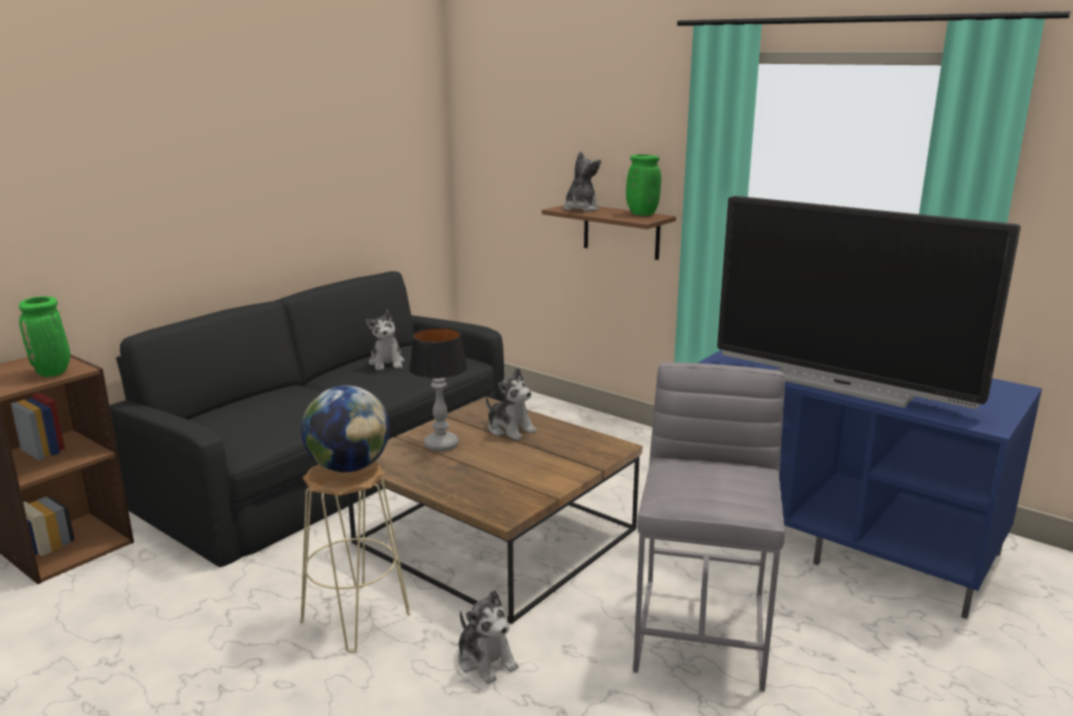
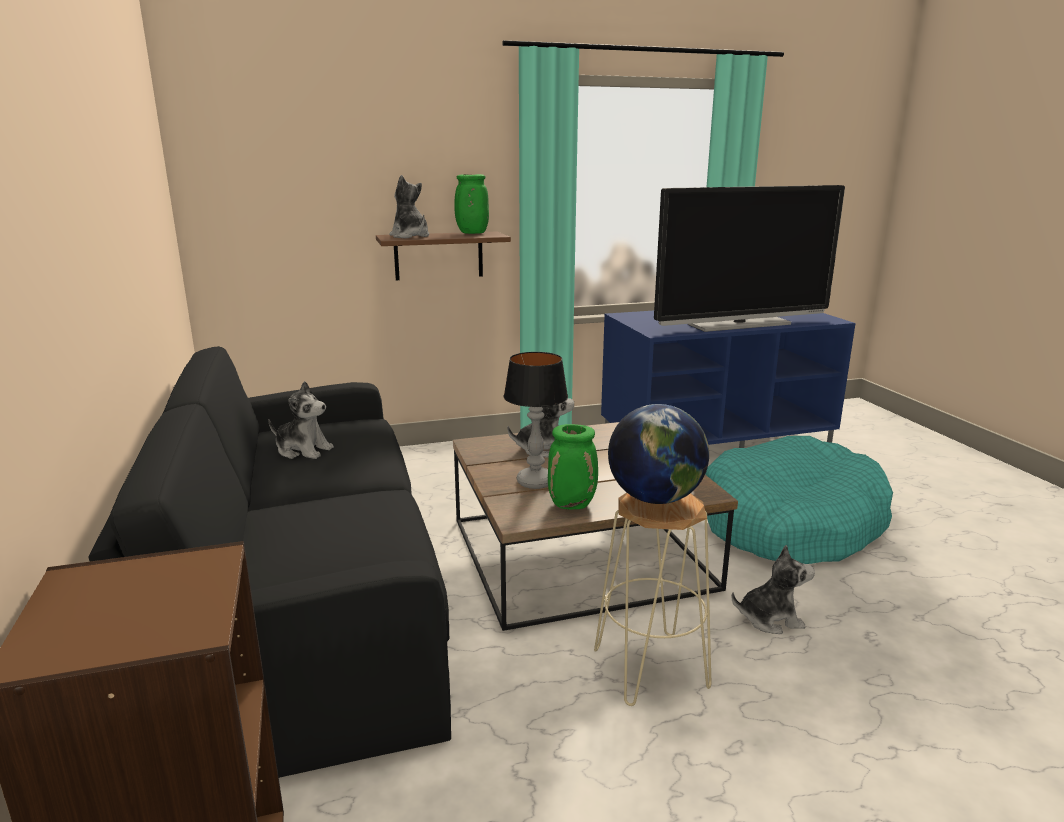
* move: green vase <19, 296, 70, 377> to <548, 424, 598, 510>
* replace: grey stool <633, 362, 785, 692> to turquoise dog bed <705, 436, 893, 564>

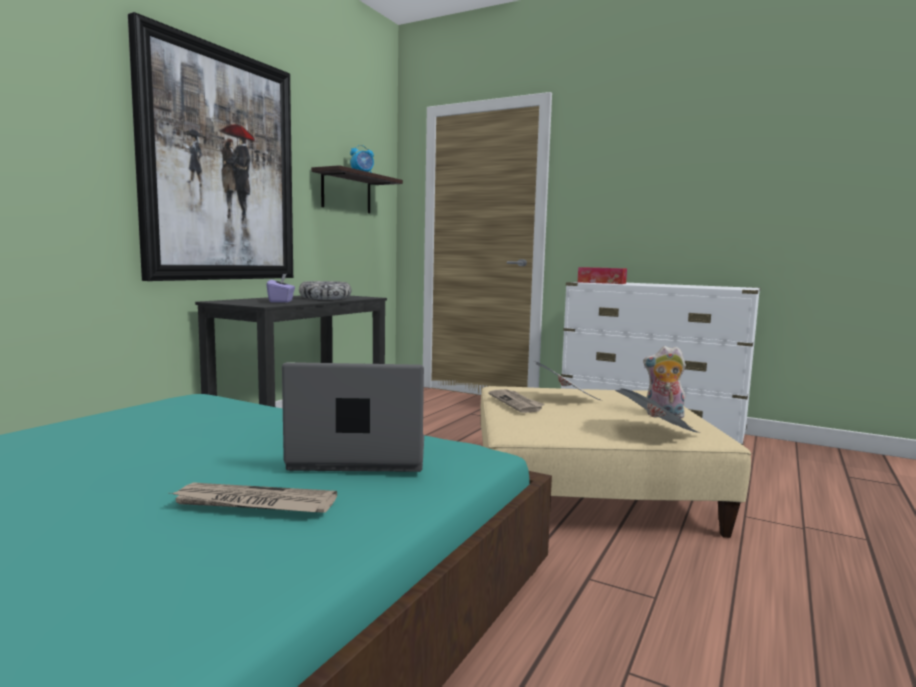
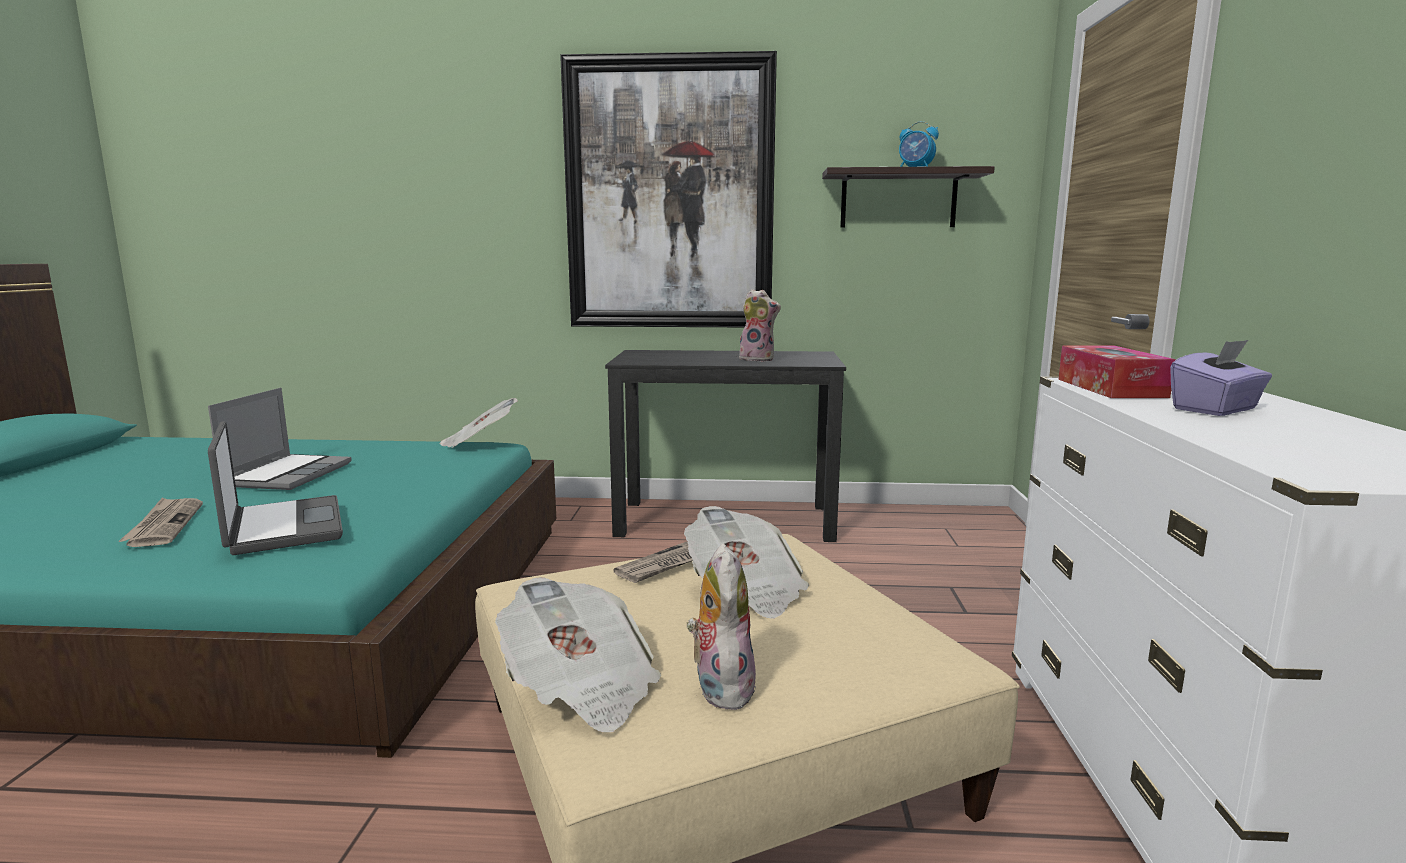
* insert: laptop <208, 388, 352, 490>
* insert: newspaper <439, 398, 518, 448>
* move: purple tissue box <267, 274, 295, 303> to <1170, 340, 1272, 416>
* replace: bowl <299, 281, 352, 300> to plush toy <739, 289, 781, 362>

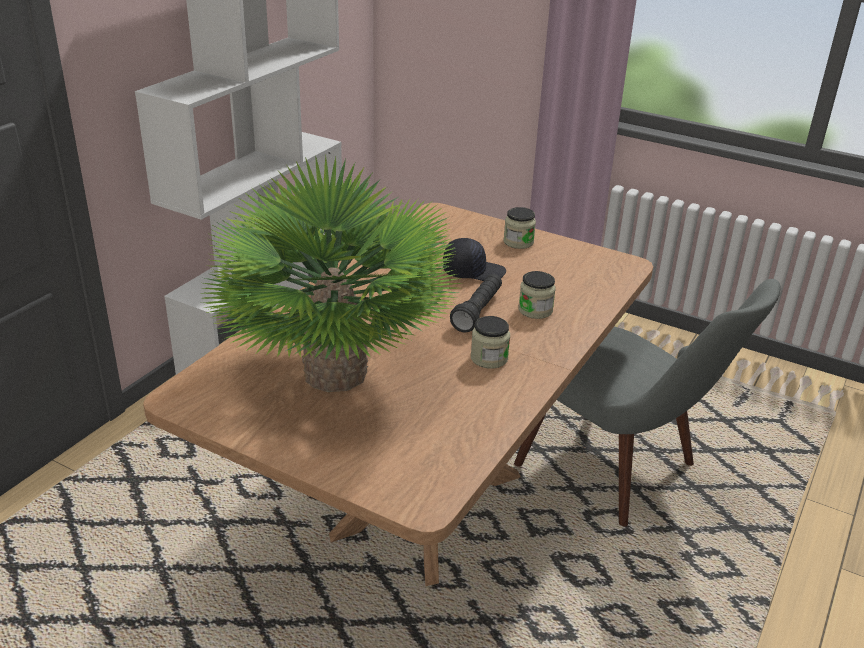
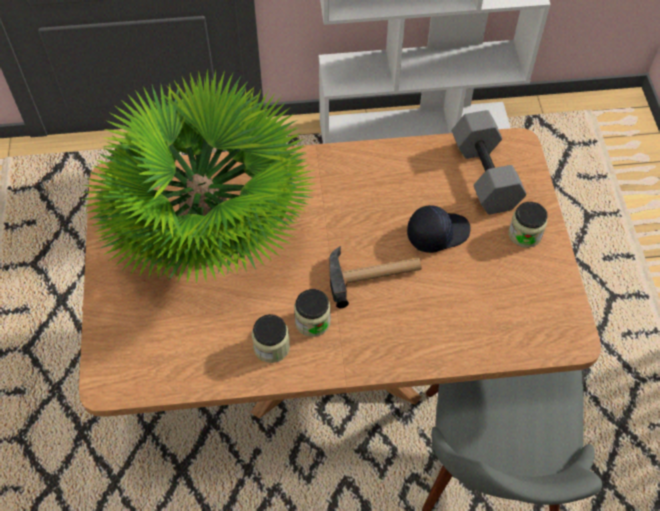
* insert: grey dumbbell <452, 110, 527, 214>
* move: jar <518, 271, 556, 319> to <252, 314, 290, 363>
* replace: black flashlight <450, 274, 502, 333> to hammer <330, 246, 421, 308>
* rotate: black cap <443, 238, 506, 281> = <407, 205, 471, 253> 75 degrees counterclockwise

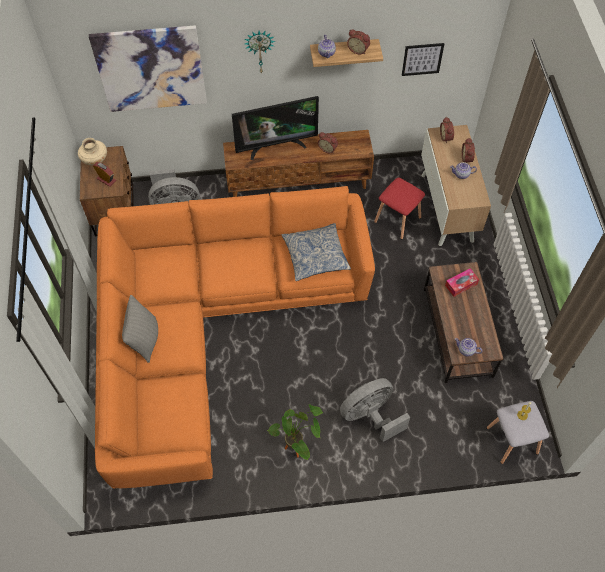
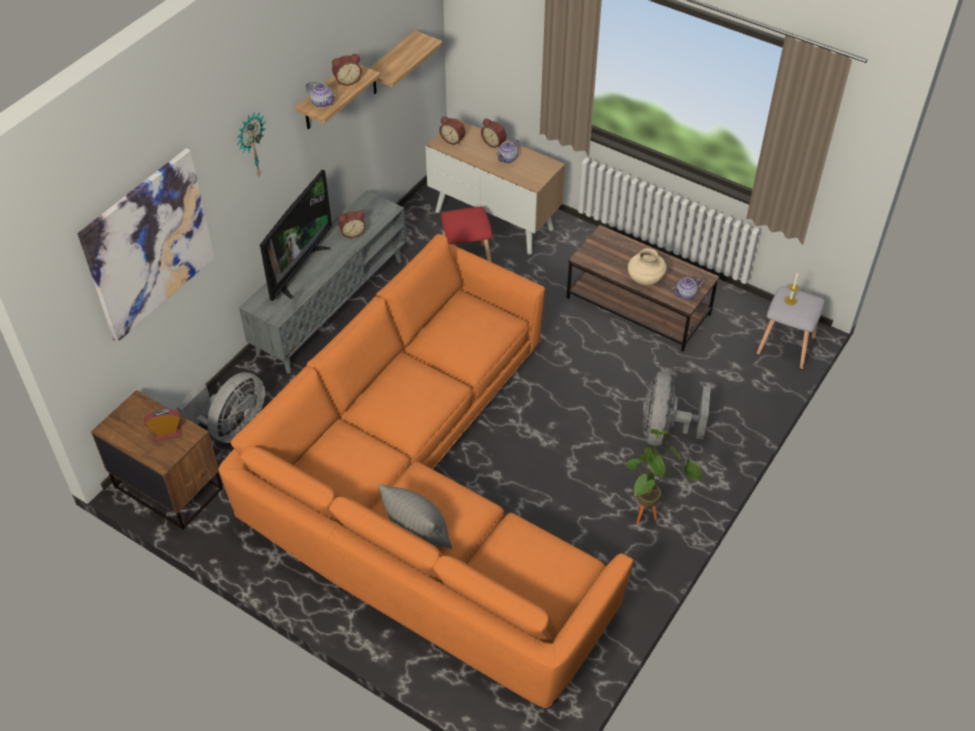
* delete: pillow <281, 223, 351, 281>
* delete: tissue box <445, 268, 479, 297>
* move: beige vase <78, 138, 107, 166> to <628, 248, 667, 286>
* replace: picture <402, 43, 444, 76> to shelf <370, 30, 442, 94>
* recolor: brown tv stand <223, 130, 374, 197> to grey tv stand <239, 190, 406, 374>

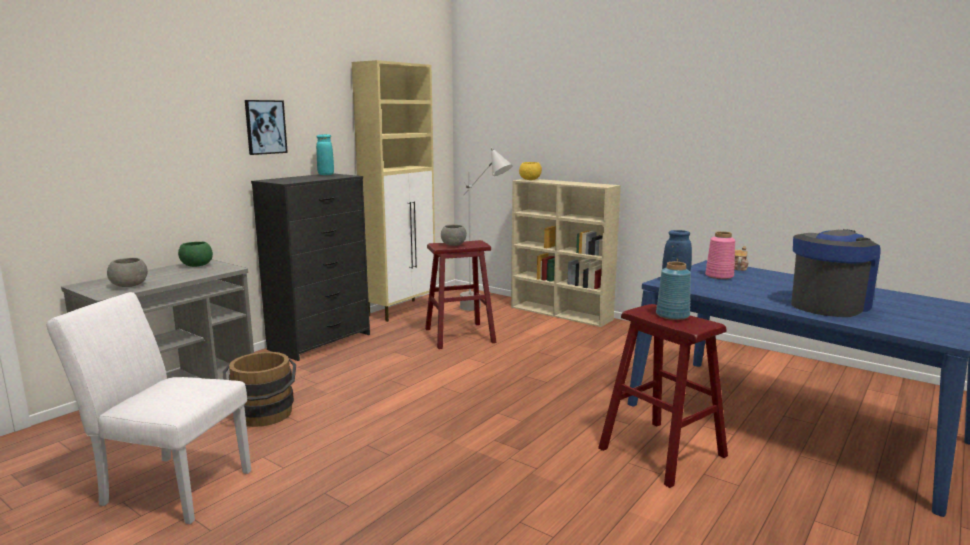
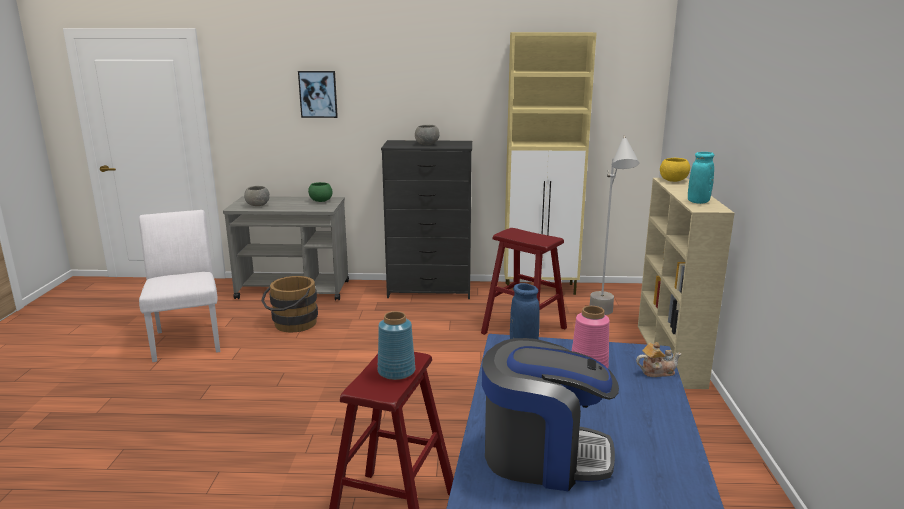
* move: picture <245, 100, 288, 155> to <298, 71, 338, 118>
* move: turquoise vase <316, 134, 334, 175> to <688, 152, 715, 204>
* move: grey bowl <441, 224, 467, 246> to <415, 125, 440, 145>

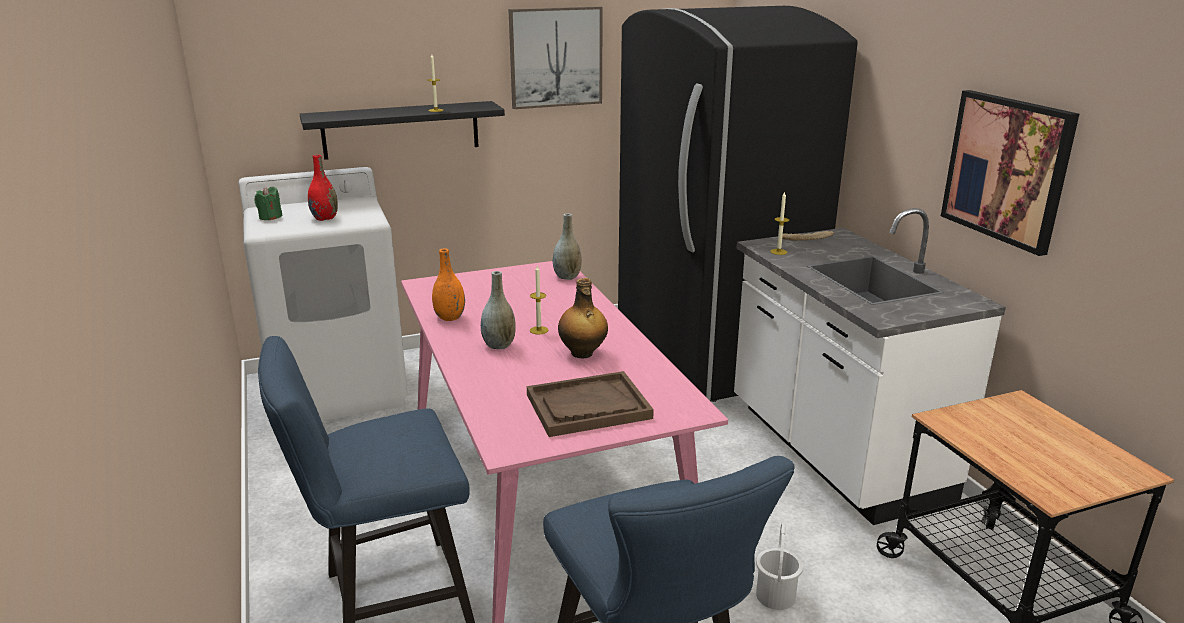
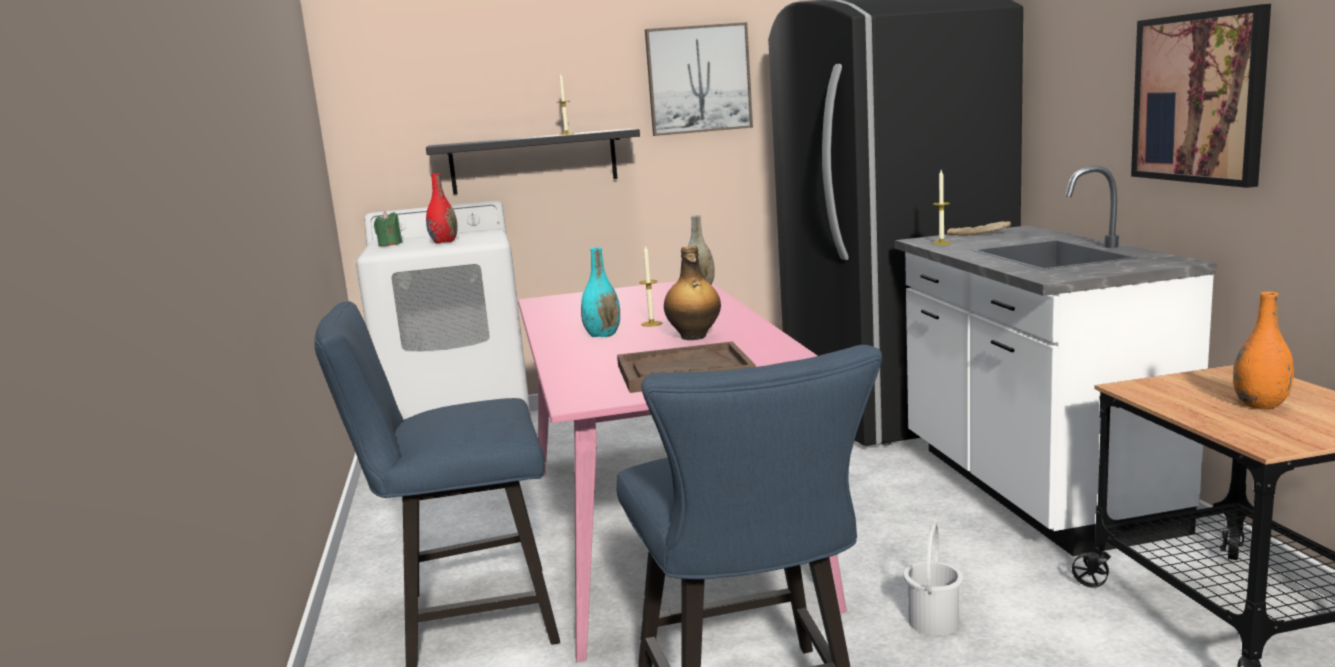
* move: orange vase <432, 248, 465, 321> to <1233, 291, 1294, 409>
* recolor: grey vase <481, 271, 516, 349> to turquoise vase <581, 247, 620, 337>

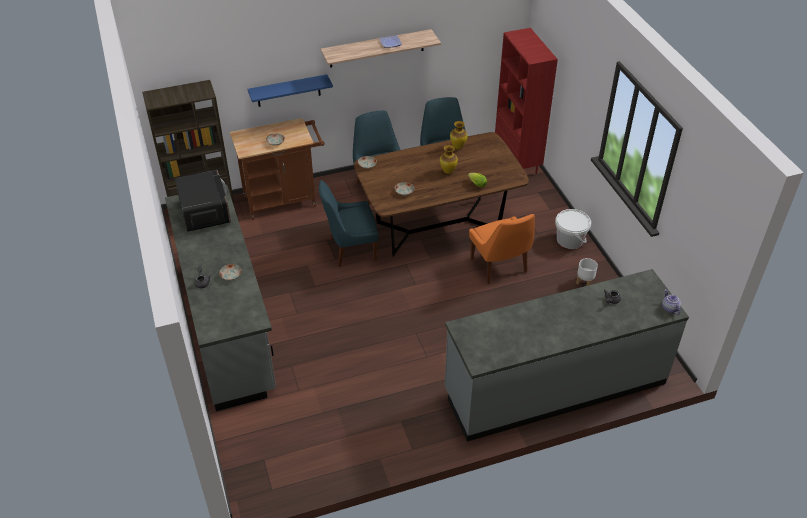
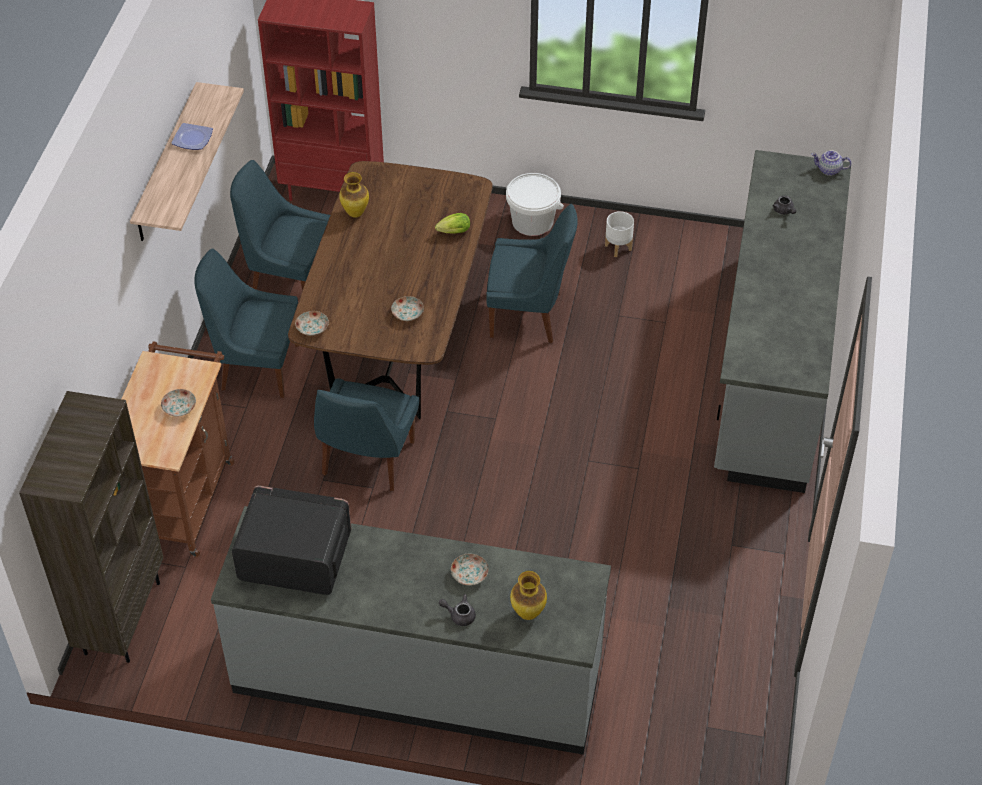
* delete: blue shelf <248, 74, 333, 107>
* move: vase <440, 145, 458, 174> to <510, 571, 547, 620>
* recolor: orange chair <469, 214, 535, 284> to blue chair <486, 204, 578, 343>

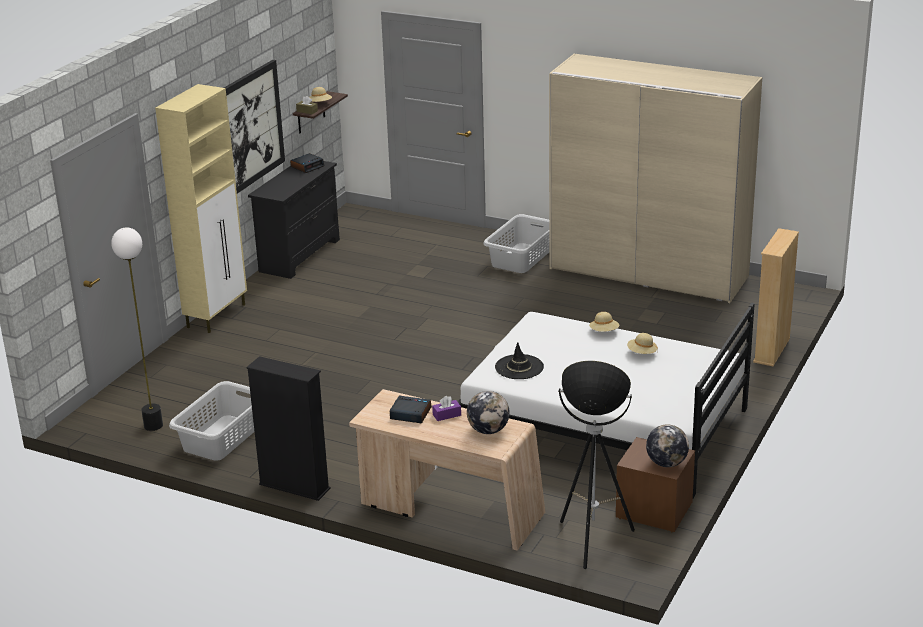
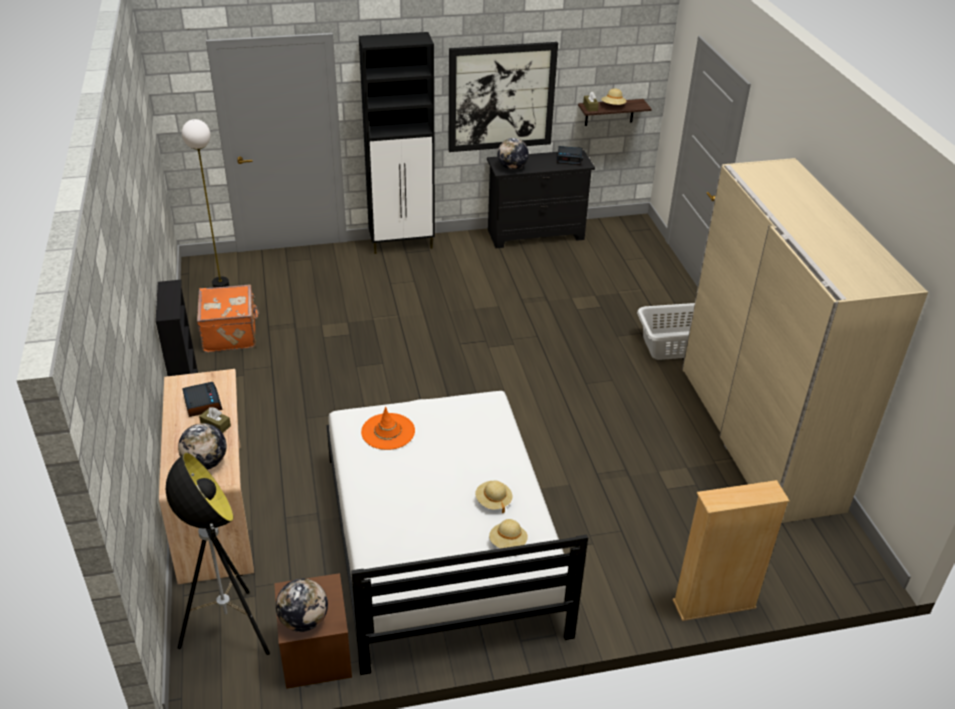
* insert: globe <497, 138, 529, 170>
* move: beige hat <589, 312, 619, 332> to <489, 519, 528, 548>
* replace: grey laundry basket <169, 381, 255, 461> to orange suitcase <197, 284, 259, 352>
* recolor: beige cabinet <155, 84, 247, 333> to black cabinet <359, 32, 435, 254>
* recolor: purple tissue box <432, 396, 461, 421> to brown tissue box <199, 407, 231, 433>
* recolor: black hat <495, 342, 544, 379> to orange hat <361, 407, 415, 450>

